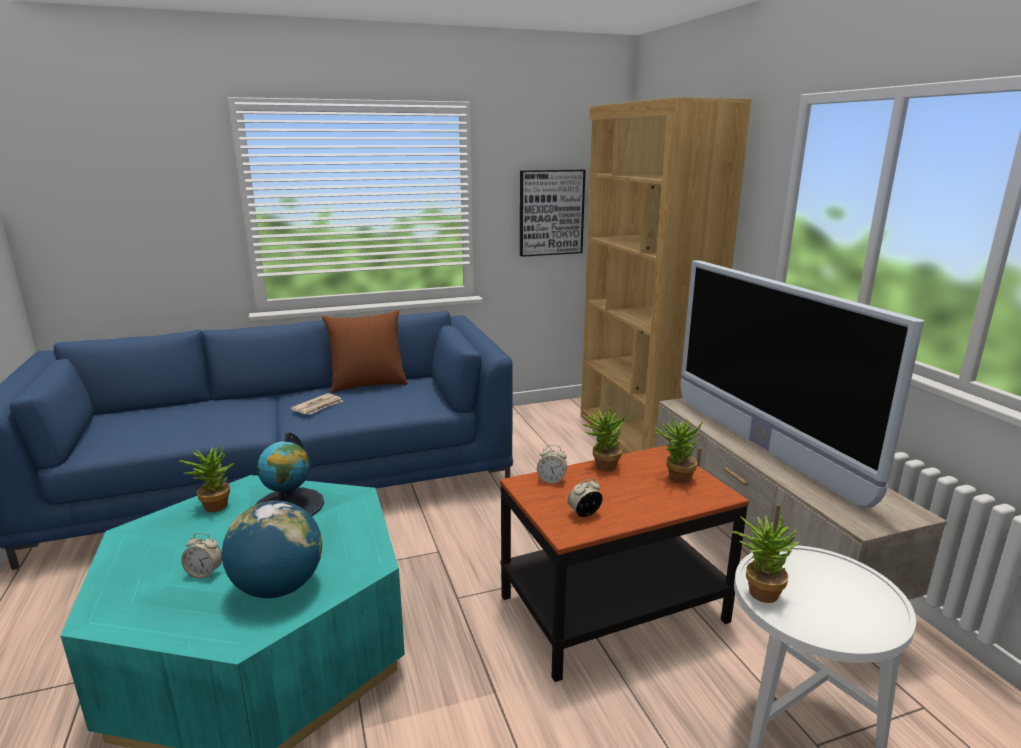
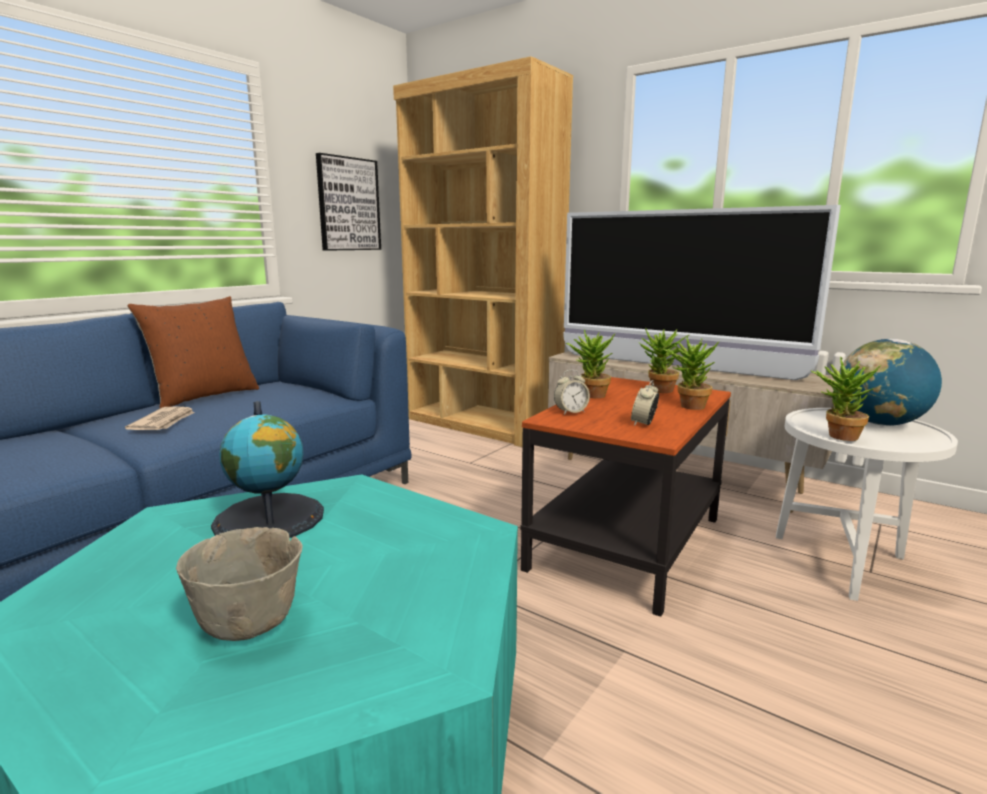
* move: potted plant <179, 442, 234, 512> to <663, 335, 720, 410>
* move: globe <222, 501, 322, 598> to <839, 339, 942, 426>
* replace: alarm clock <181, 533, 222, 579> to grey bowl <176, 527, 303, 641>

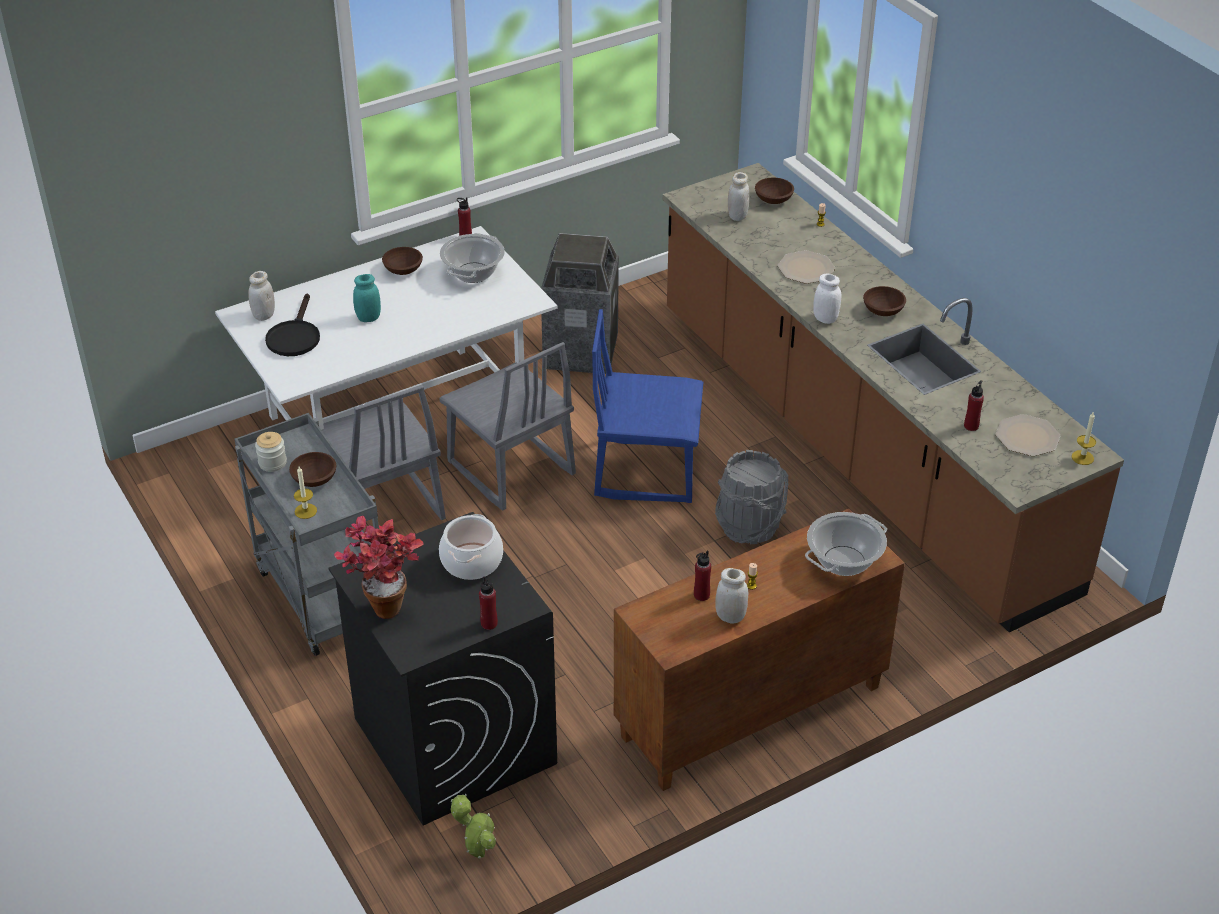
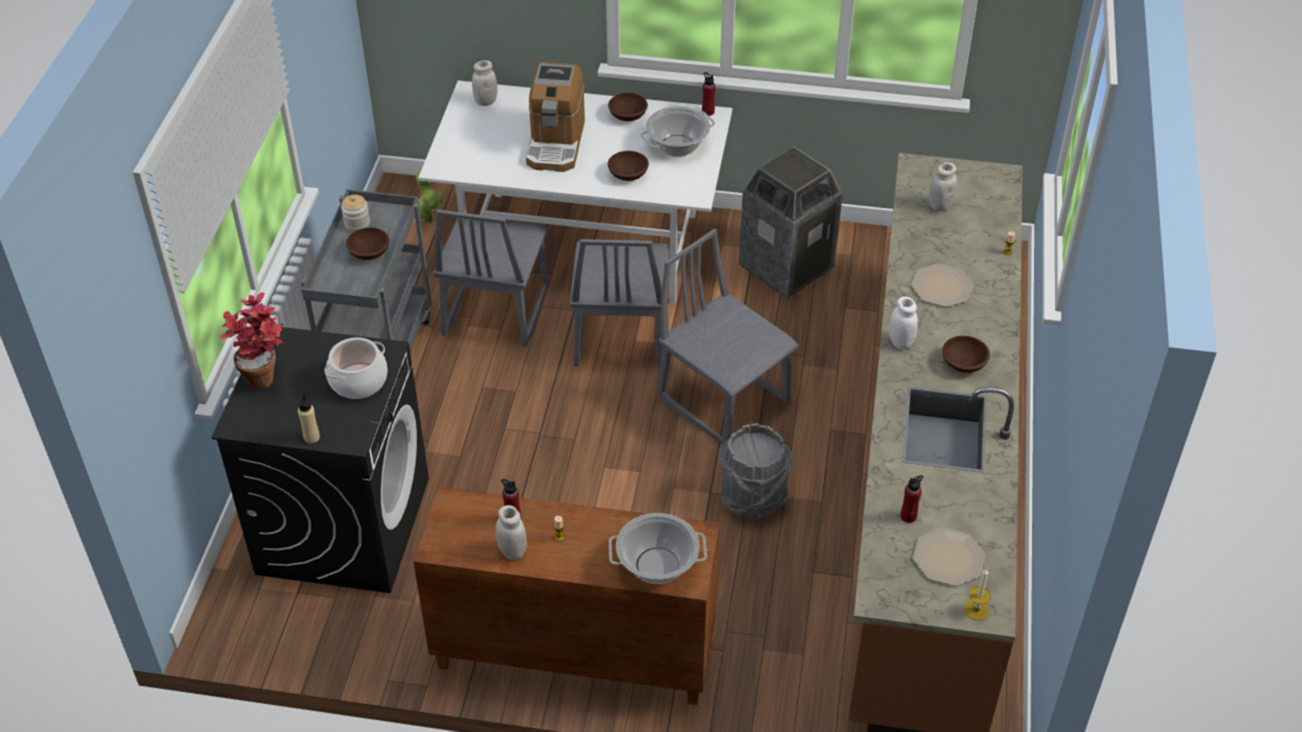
* delete: black frying pan <265, 293, 320, 356>
* delete: candle <294, 467, 317, 519>
* move: potted plant <451, 794, 496, 859> to <415, 170, 442, 224>
* move: brown bowl <755, 178, 794, 204> to <608, 151, 649, 181>
* replace: turquoise jar <353, 274, 381, 322> to coffee machine <526, 62, 585, 172>
* recolor: red bottle <479, 577, 498, 630> to beige bottle <298, 394, 320, 444>
* recolor: blue chair <592, 309, 703, 503> to grey chair <657, 229, 799, 444>

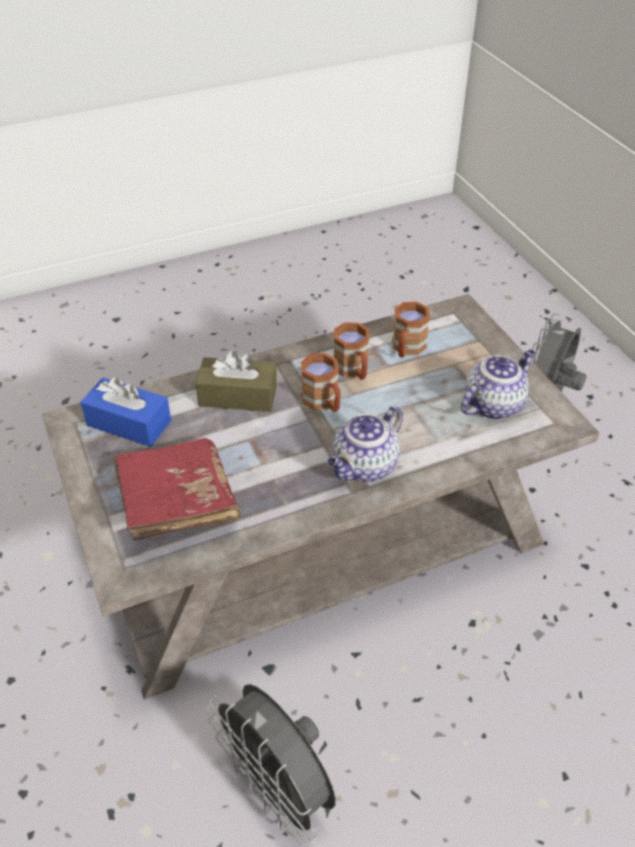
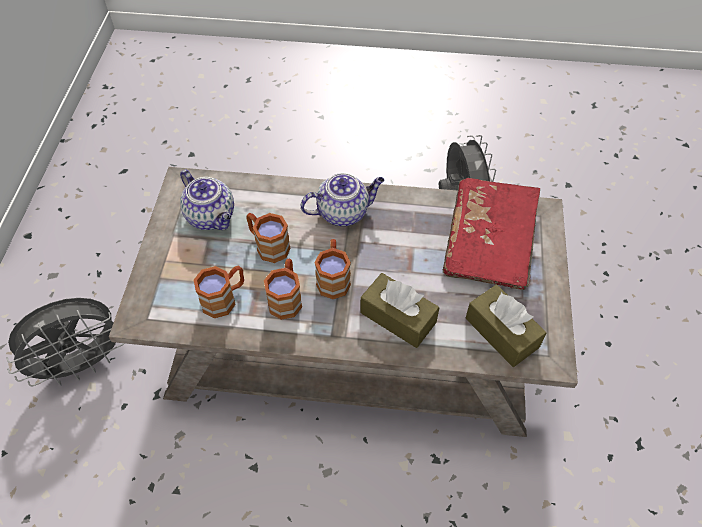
* insert: brown mug <246, 213, 290, 263>
* recolor: blue tissue box <80, 377, 171, 447> to brown tissue box <466, 285, 547, 367>
* rotate: teapot <461, 349, 535, 420> = <180, 169, 234, 230> 120 degrees counterclockwise

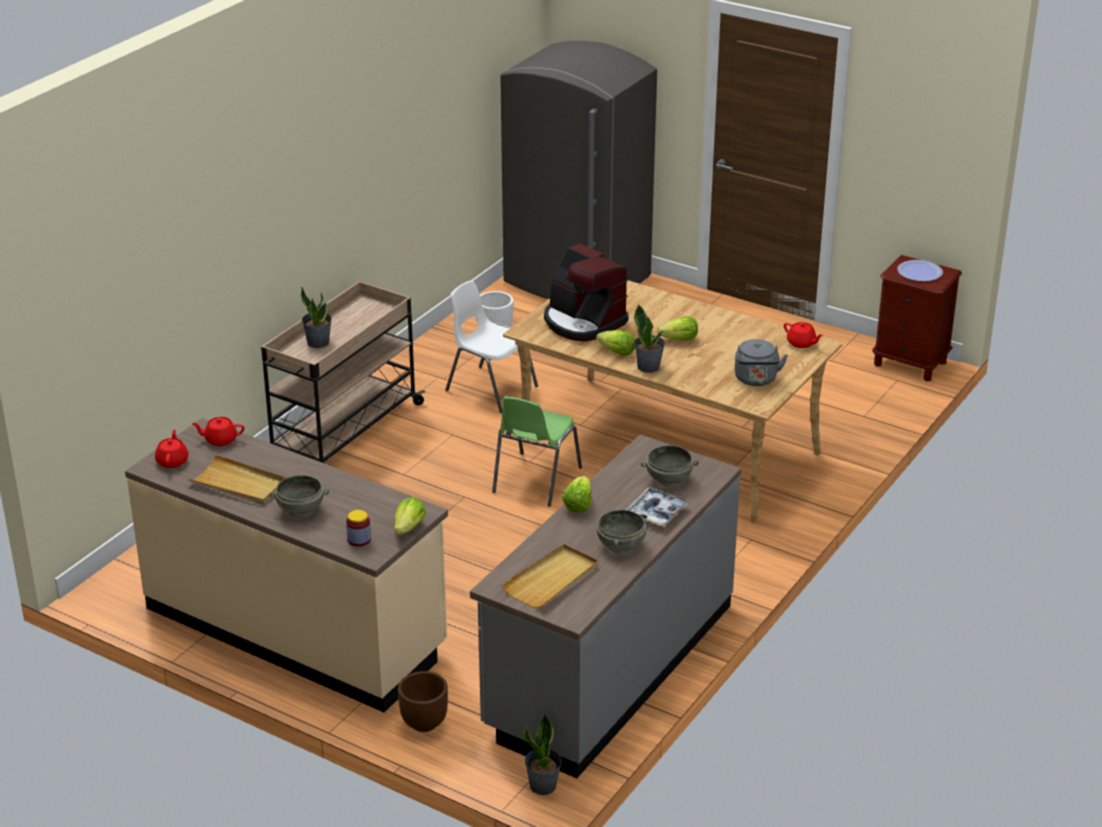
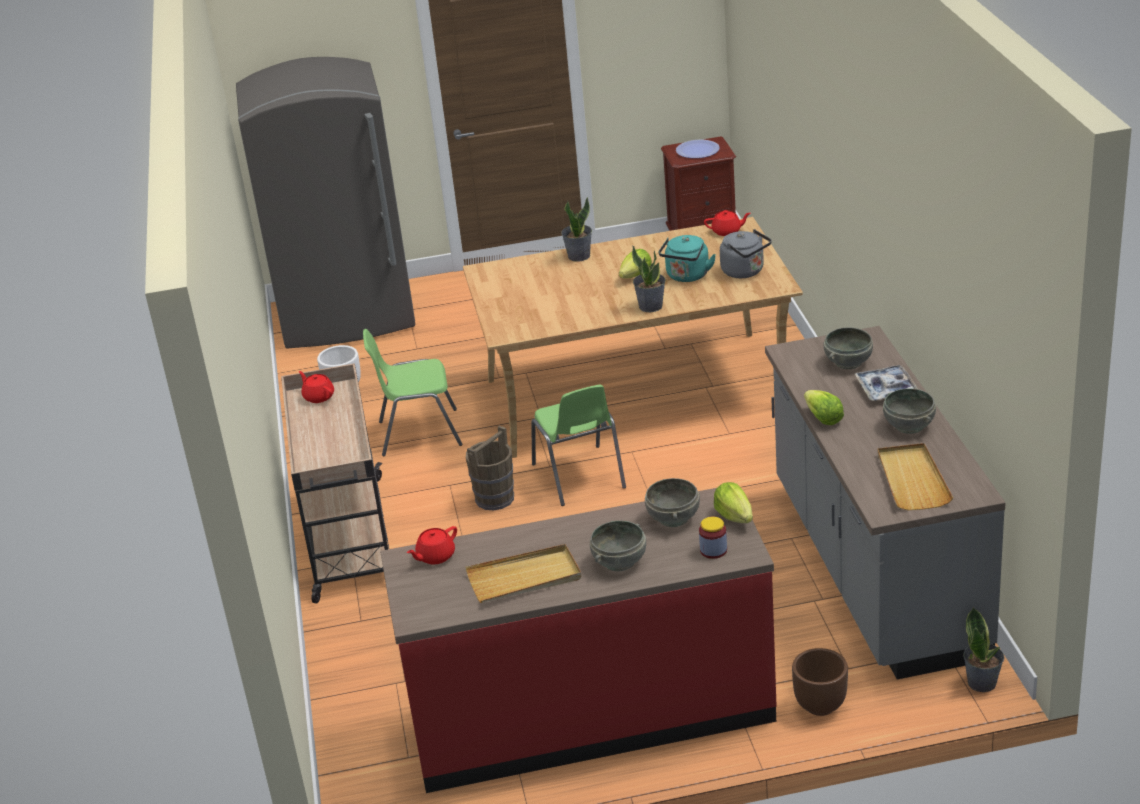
* delete: coffee machine <544, 243, 628, 342>
* delete: lettuce <596, 330, 635, 356>
* insert: brown bucket <466, 426, 514, 510>
* insert: grey bowl <645, 478, 700, 527>
* insert: turquoise kettle <658, 235, 716, 282>
* move: red teapot <155, 429, 188, 468> to <299, 371, 334, 403>
* move: potted plant <301, 287, 332, 348> to <561, 197, 592, 262>
* recolor: beige counter <125, 418, 448, 712> to red counter <380, 488, 777, 793>
* recolor: white chair <445, 280, 538, 413> to green chair <363, 329, 462, 456>

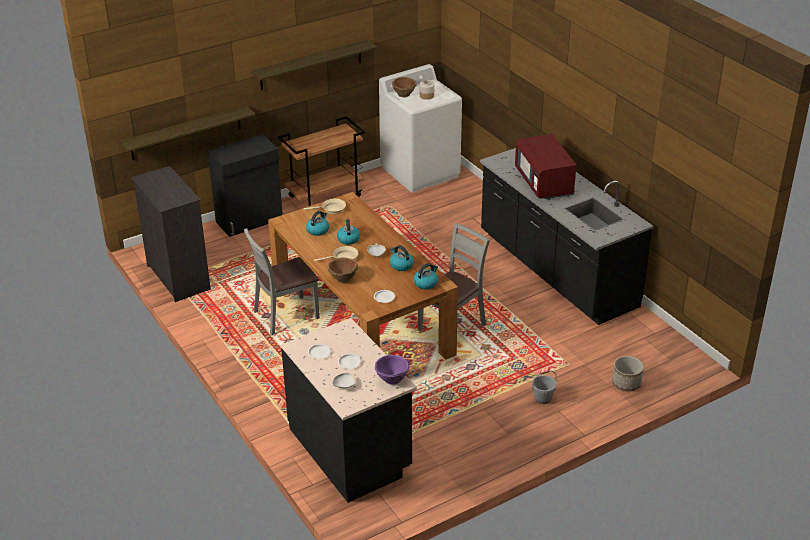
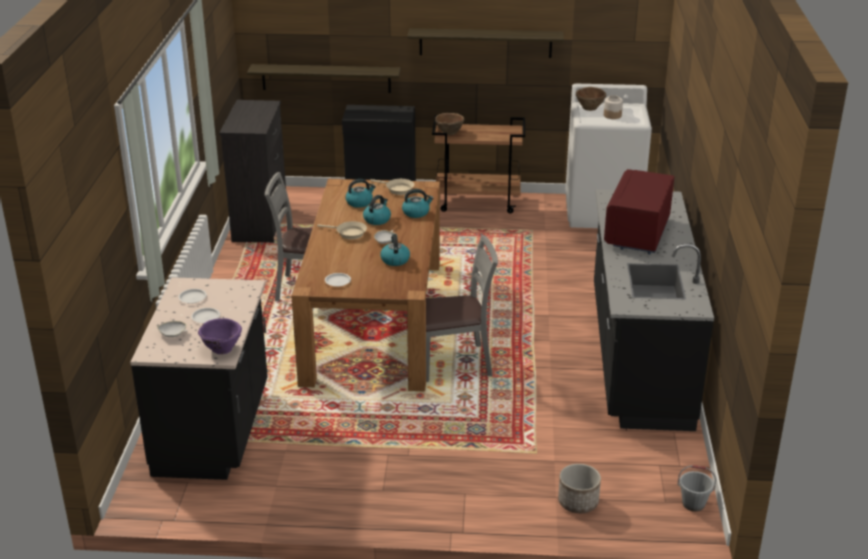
* move: brown bowl <328, 257, 358, 283> to <435, 113, 465, 135>
* move: kettle <414, 263, 438, 290> to <402, 189, 434, 218>
* move: grey bucket <532, 370, 557, 404> to <678, 465, 716, 512>

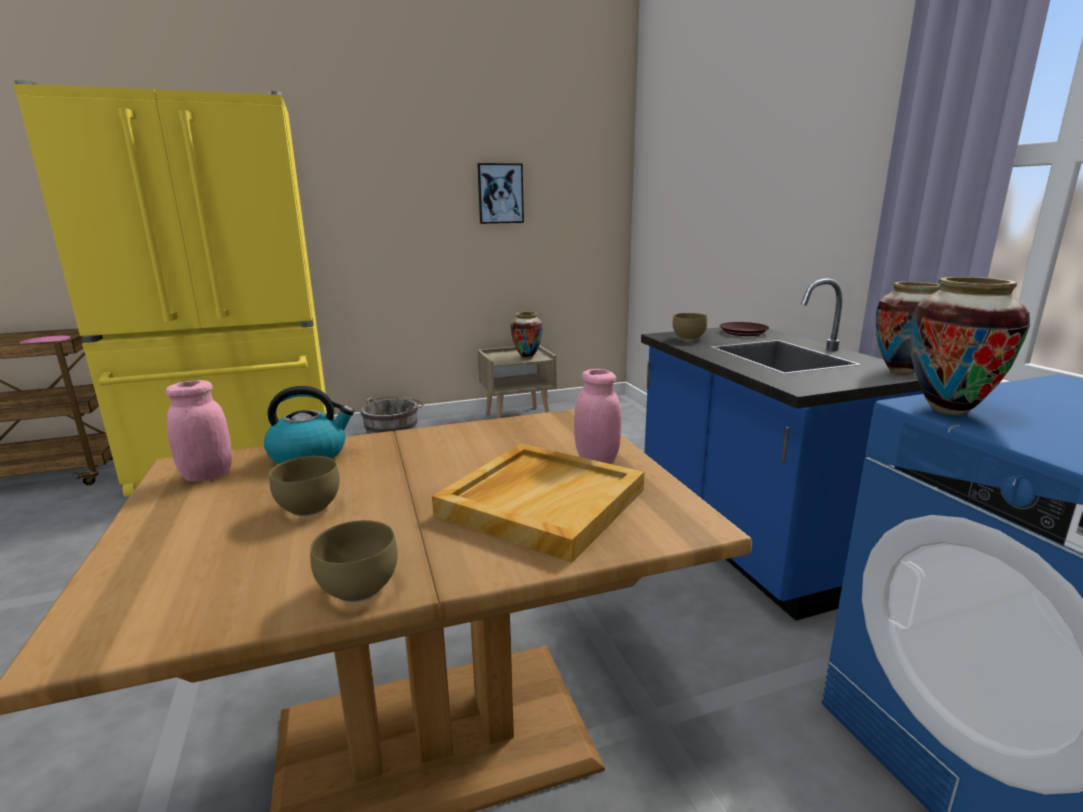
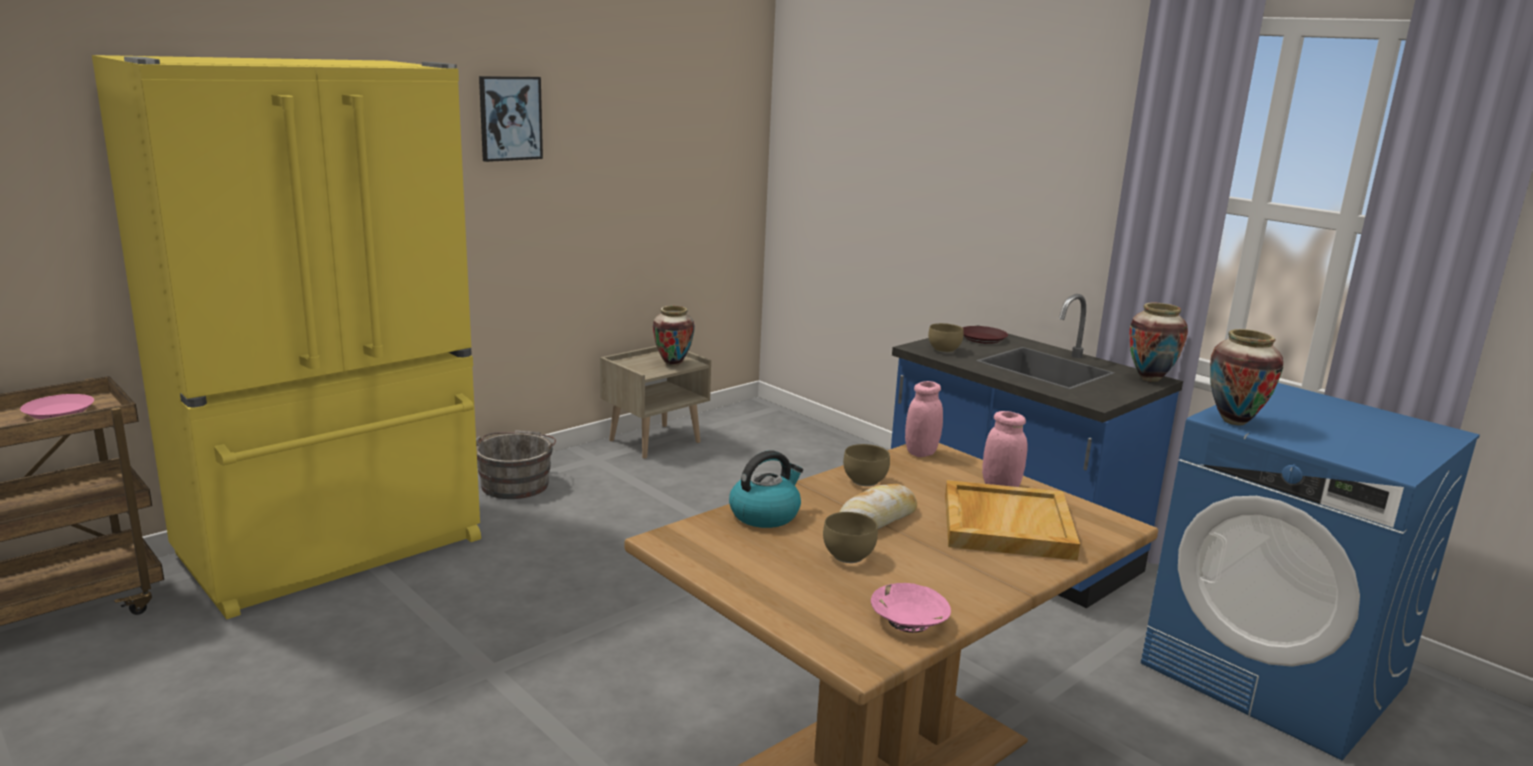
* insert: bread <839, 484, 917, 529>
* insert: pink bowl <871, 583, 951, 633>
* move: pink jar <165, 380, 232, 482> to <905, 381, 943, 457>
* move: brown bowl <310, 520, 398, 602> to <843, 444, 890, 486>
* move: picture <477, 163, 524, 224> to <479, 76, 543, 162>

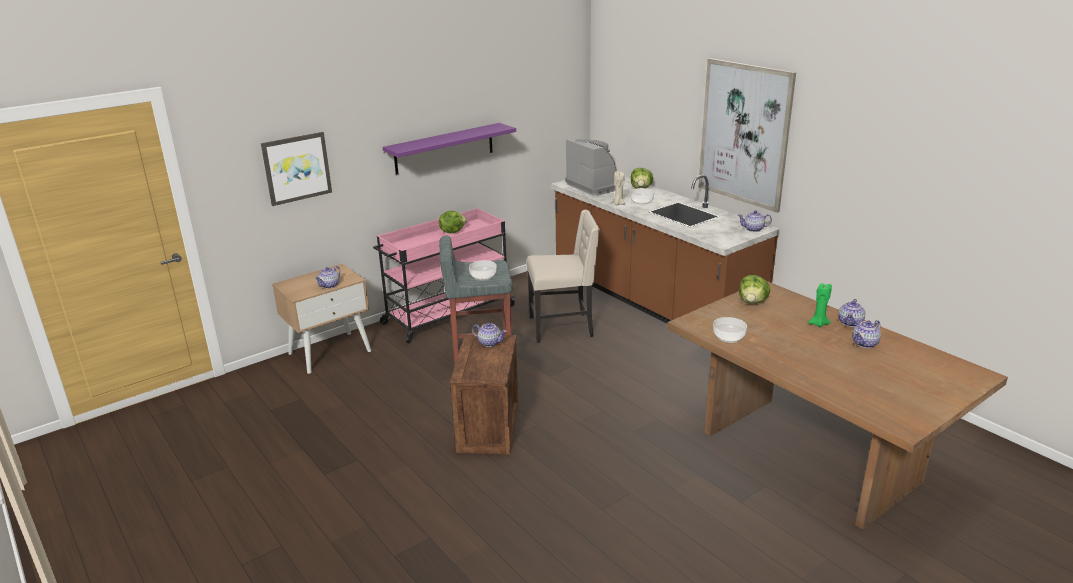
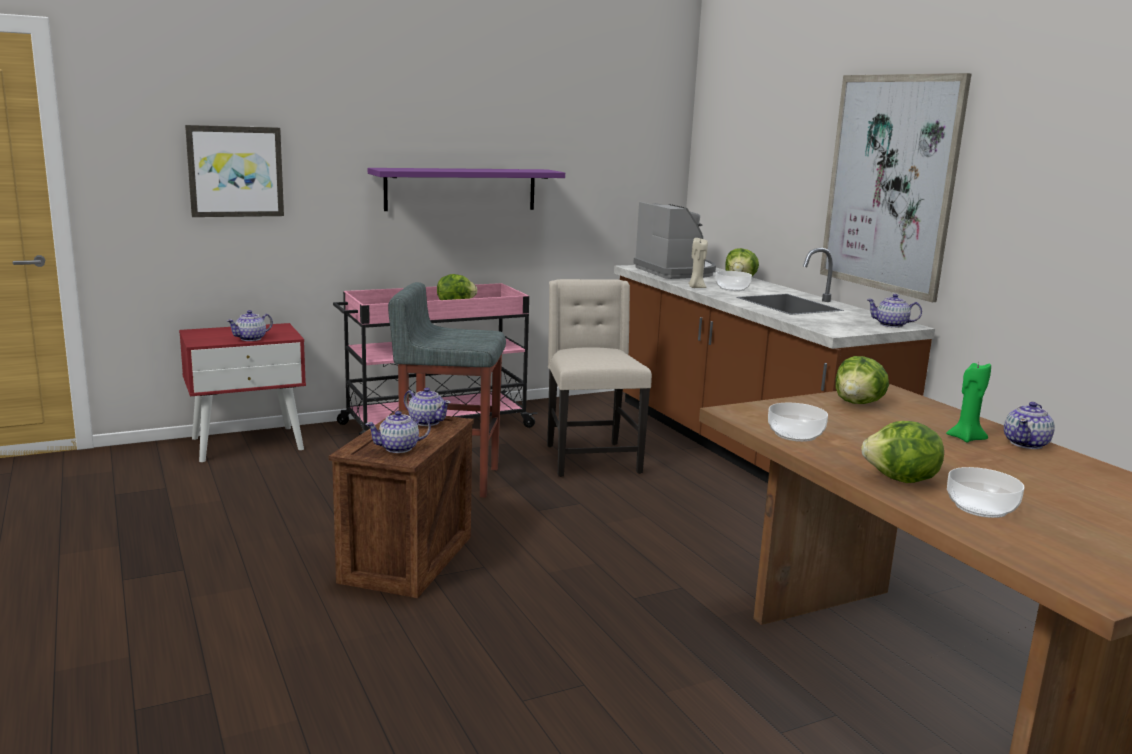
* insert: lettuce <861, 421, 944, 483>
* move: bowl <469, 260, 497, 281> to <947, 467, 1024, 518>
* move: teapot <852, 320, 881, 348> to <365, 411, 431, 453>
* recolor: beige nightstand <272, 264, 371, 374> to red nightstand <179, 323, 306, 462>
* rotate: beige chair <527, 210, 600, 343> = <547, 279, 652, 477> 105 degrees counterclockwise

